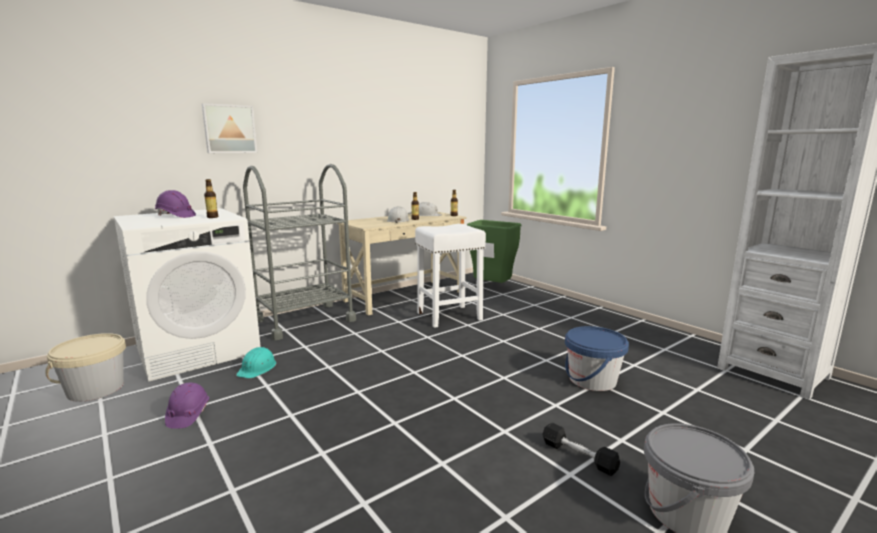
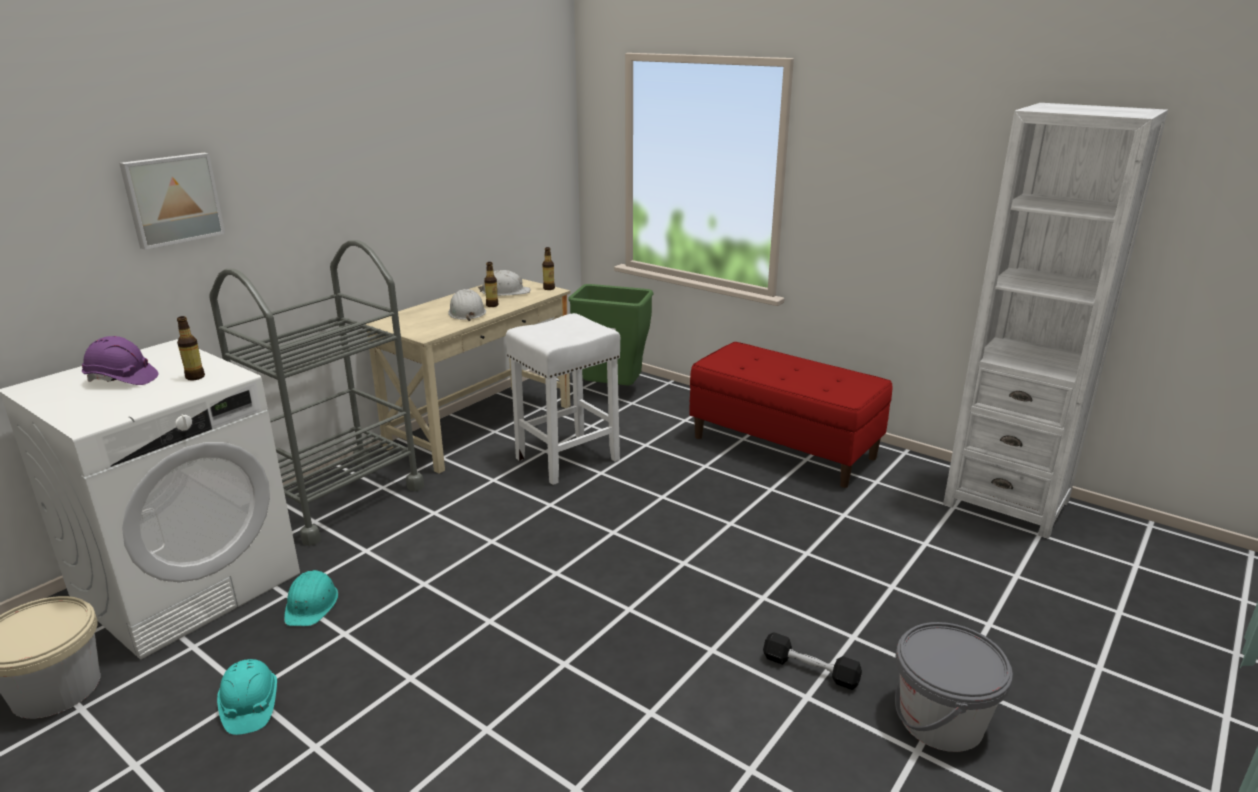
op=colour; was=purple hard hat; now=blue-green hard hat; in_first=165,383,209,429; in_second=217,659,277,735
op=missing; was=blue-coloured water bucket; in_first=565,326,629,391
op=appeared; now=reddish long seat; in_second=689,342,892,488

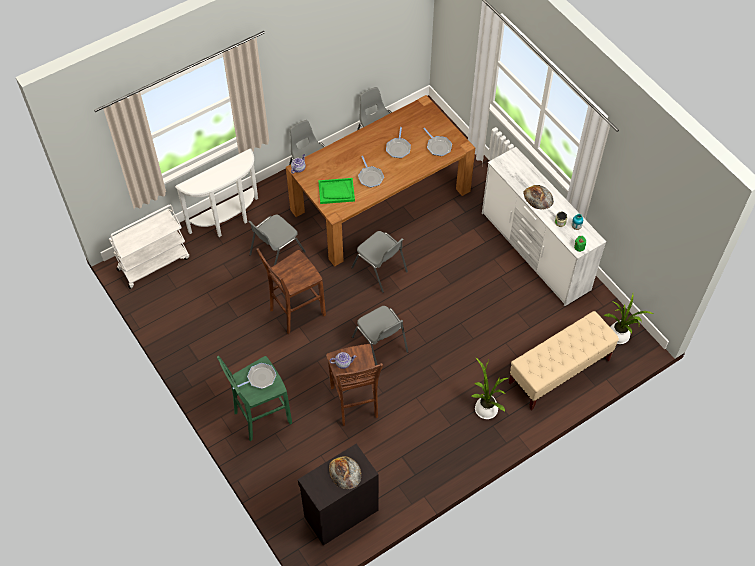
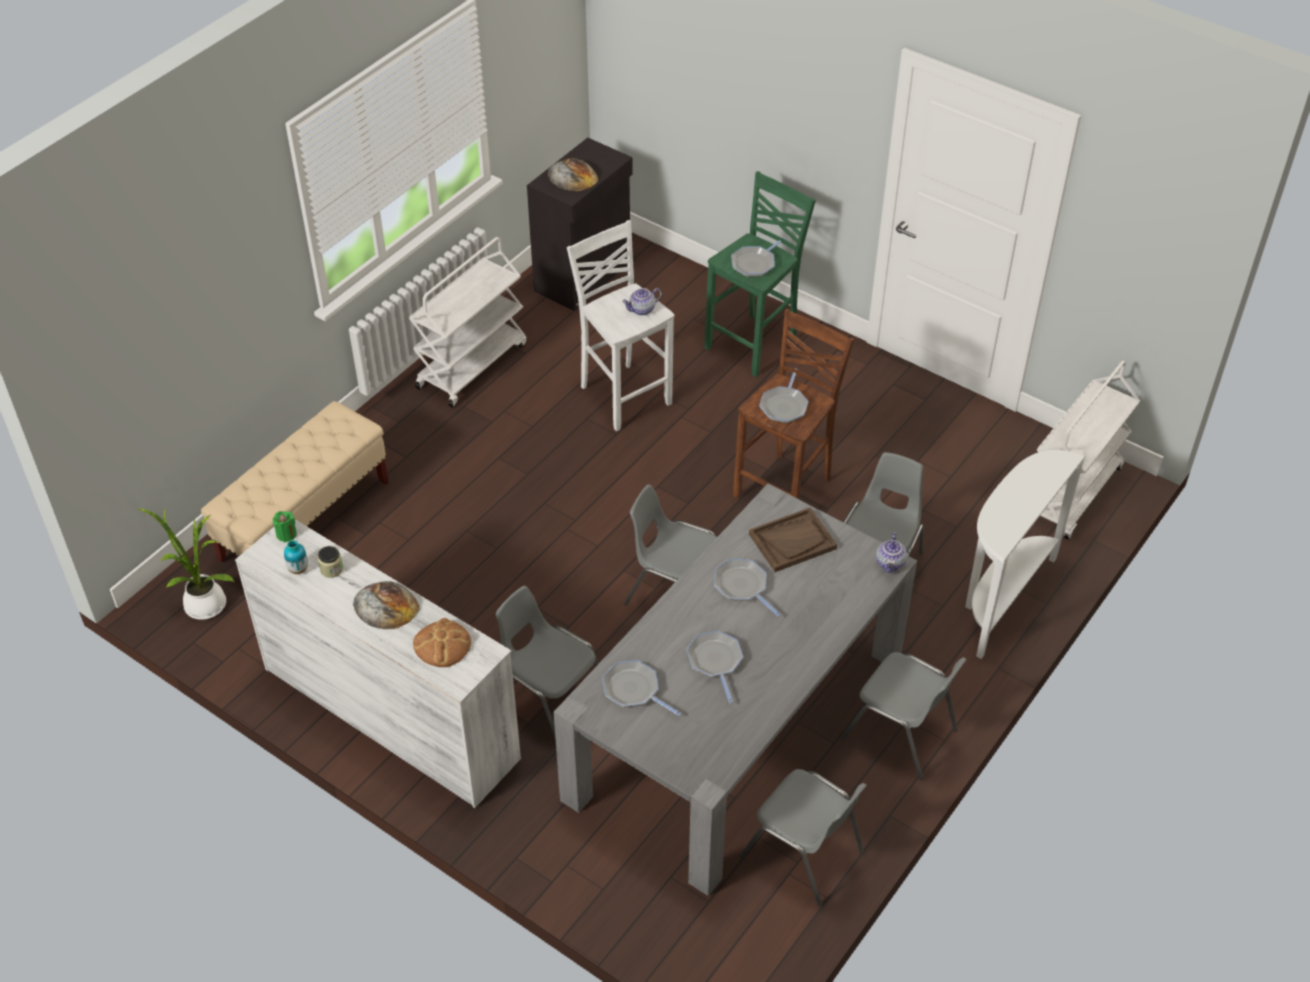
op=colour; was=brown-coloured kitchen table; now=greyish kitchen table; in_first=286,95,475,267; in_second=554,483,917,896
op=colour; was=green carrying tray; now=brown-coloured carrying tray; in_first=318,178,355,204; in_second=749,508,837,572
op=colour; was=brown-coloured sitting stool; now=white-coloured sitting stool; in_first=326,344,383,426; in_second=567,220,674,431
op=relocated; was=greyish plain chair; in_first=352,306,408,365; in_second=496,586,598,737
op=missing; was=plant in a pot; in_first=472,357,508,419
op=appeared; now=white-coloured trolley; in_second=409,237,526,408
op=appeared; now=bread; in_second=413,618,471,667
op=appeared; now=frying pan; in_second=759,368,809,423

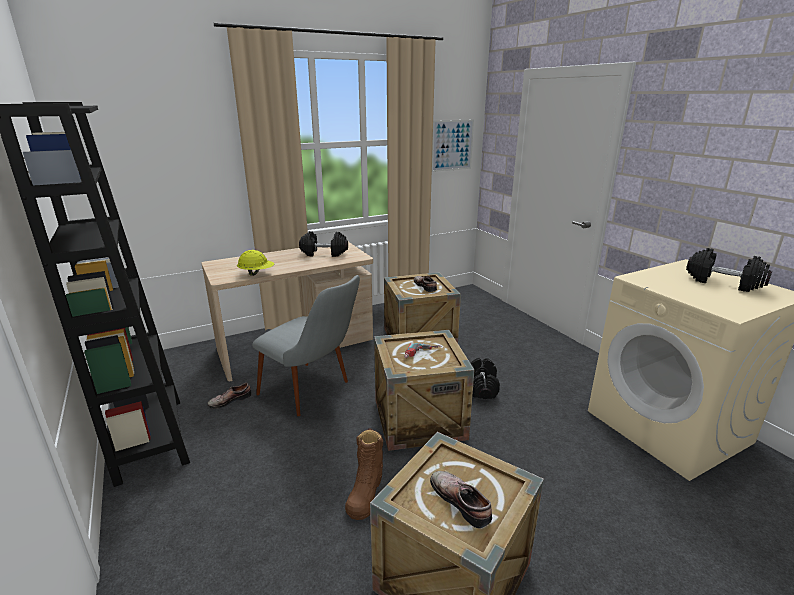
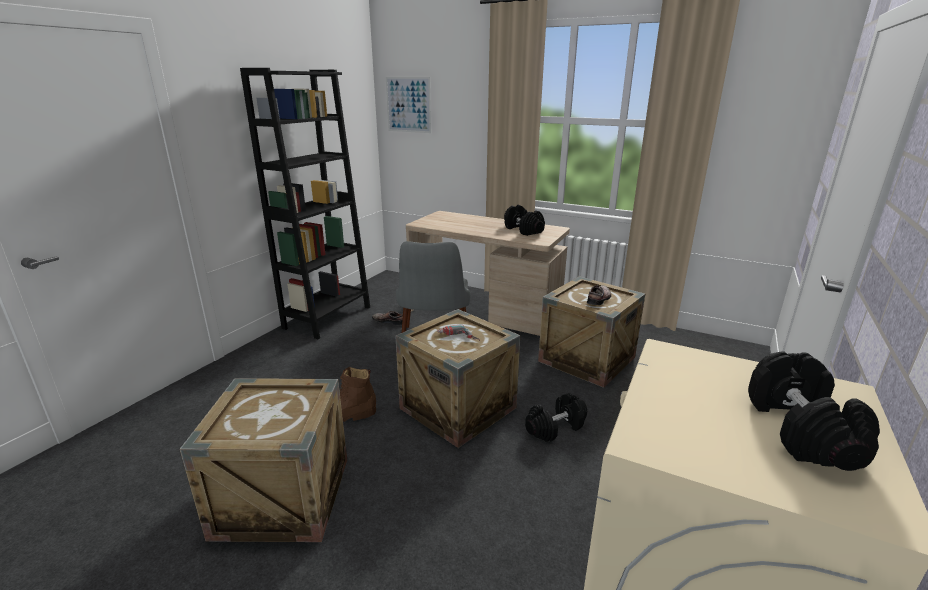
op=missing; was=yellow hard hat; in_first=237,250,274,276
op=missing; was=low shoe; in_first=430,471,492,528
op=relocated; was=picture; in_first=432,119,474,172; in_second=386,77,431,133

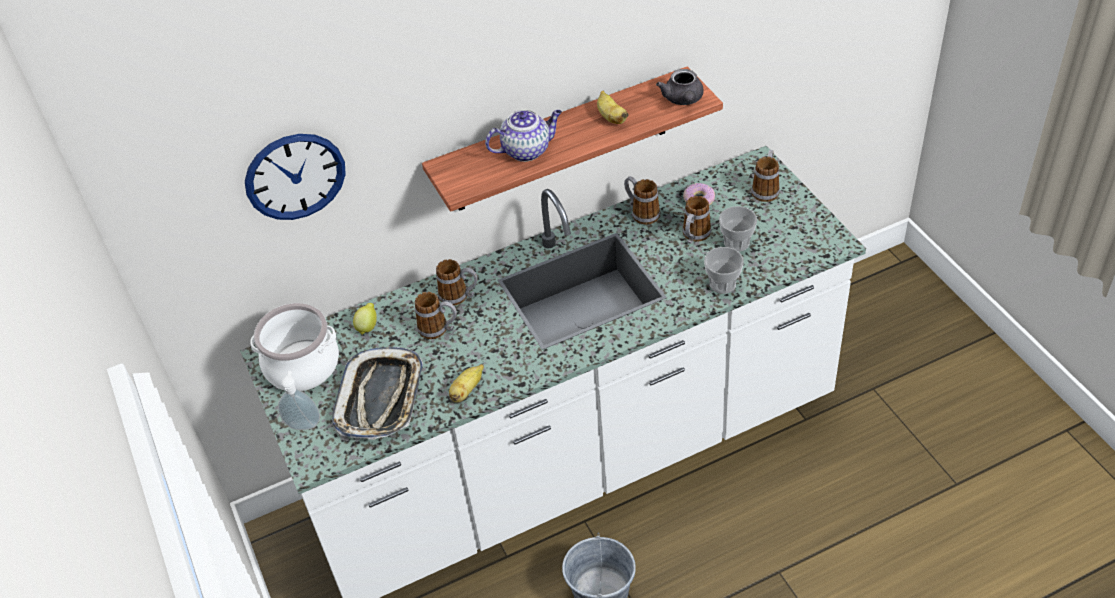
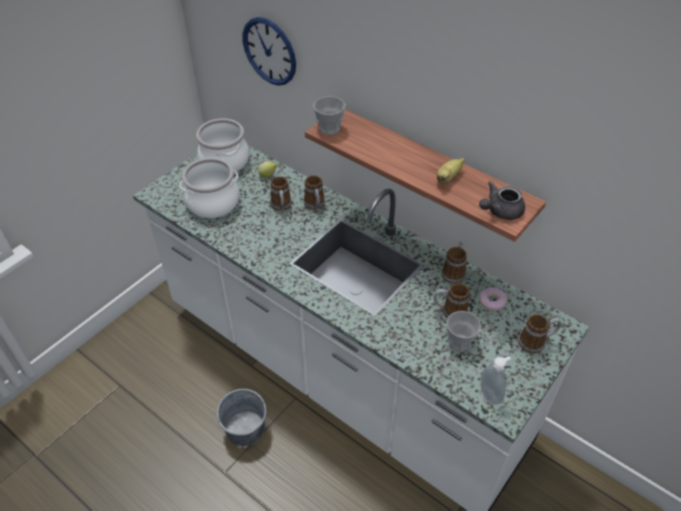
op=relocated; was=soap bottle; in_first=278,371,320,430; in_second=481,357,511,405
op=exchanged; was=carrying tray; now=stockpot; in_first=332,347,423,440; in_second=179,158,239,218
op=missing; was=banana; in_first=449,364,484,403
op=missing; was=teapot; in_first=485,110,562,162
op=relocated; was=drinking cup; in_first=704,247,744,294; in_second=313,96,345,135

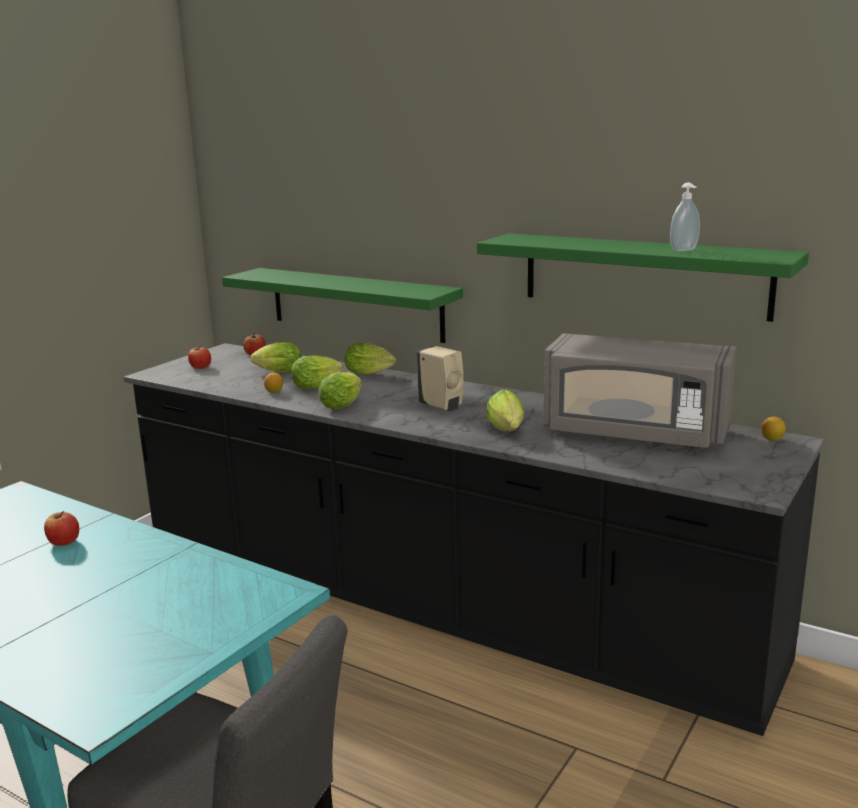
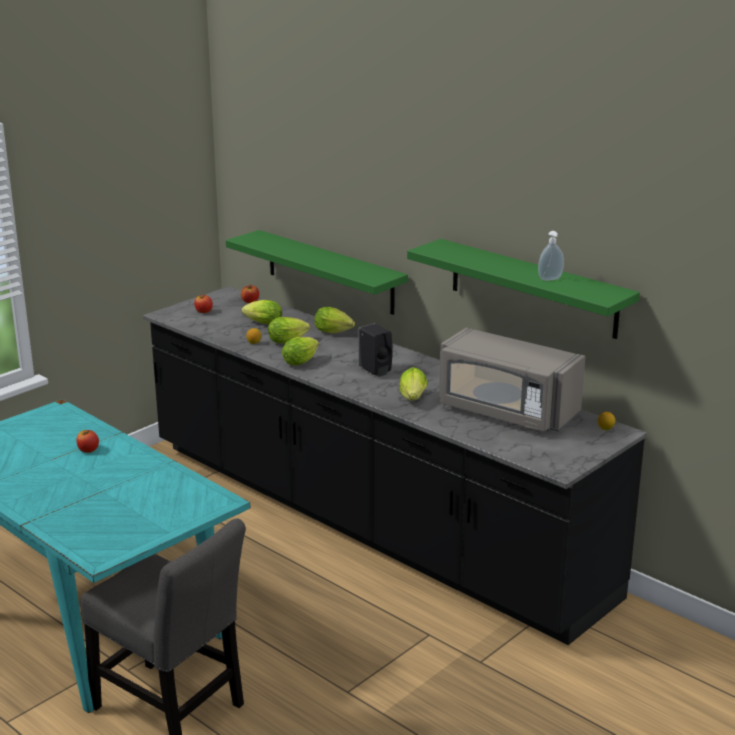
op=colour; was=sand-coloured soap bottle; now=black-coloured soap bottle; in_first=417,346,464,412; in_second=358,323,392,377

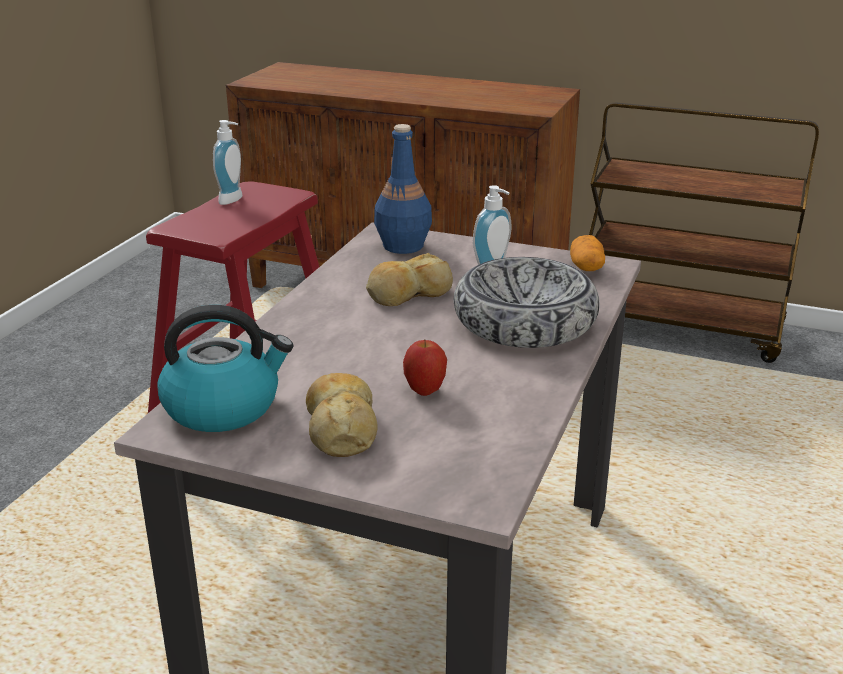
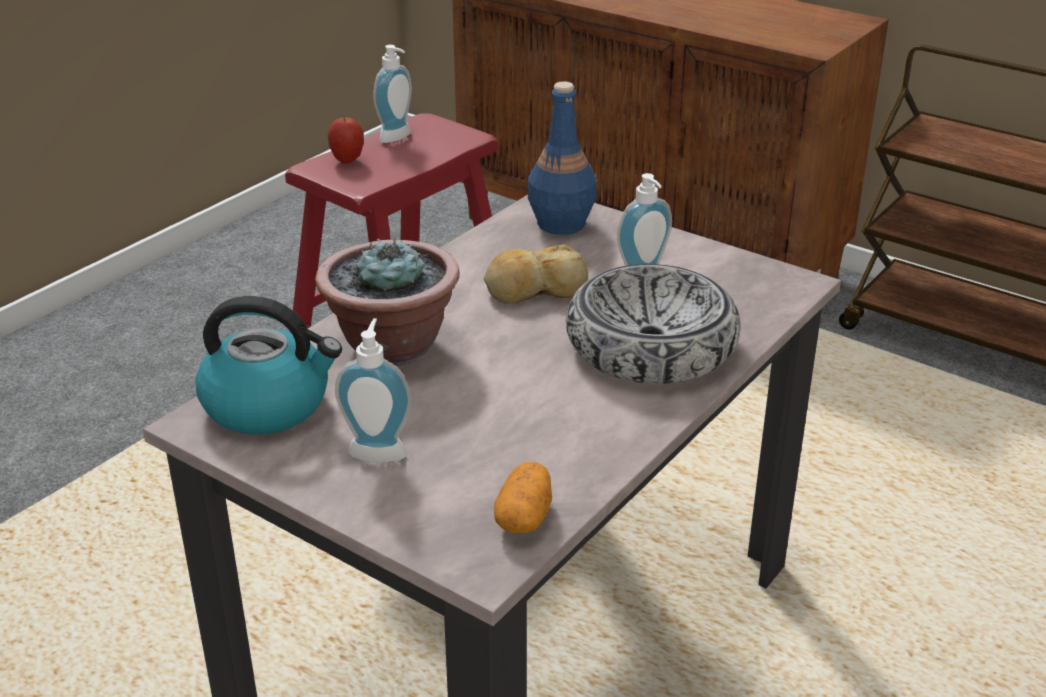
op=exchanged; was=bread; now=soap bottle; in_first=306,373,378,457; in_second=335,318,412,463
op=relocated; was=whole apple; in_first=403,340,447,396; in_second=328,117,364,164
op=relocated; was=whole potato; in_first=570,235,605,271; in_second=494,462,552,533
op=appeared; now=plant in a pot; in_second=315,237,459,366

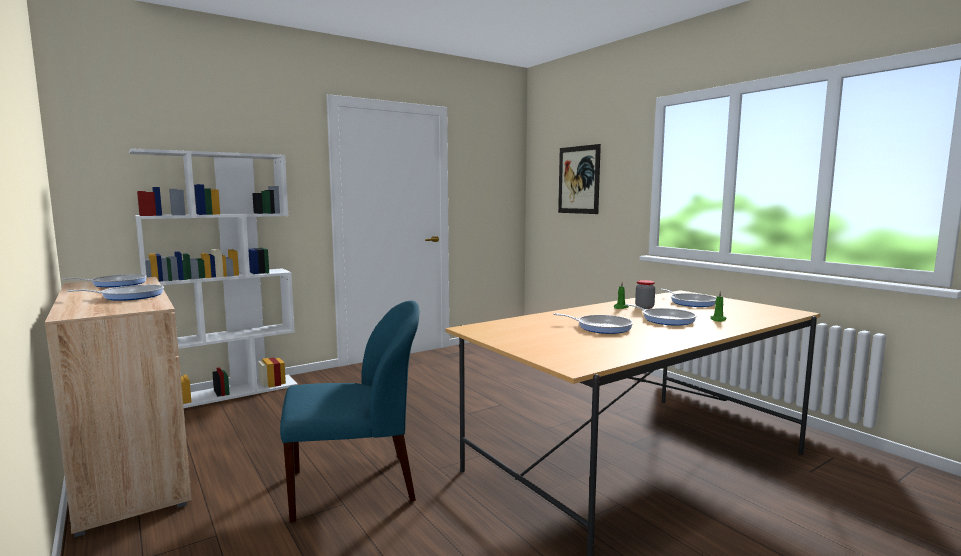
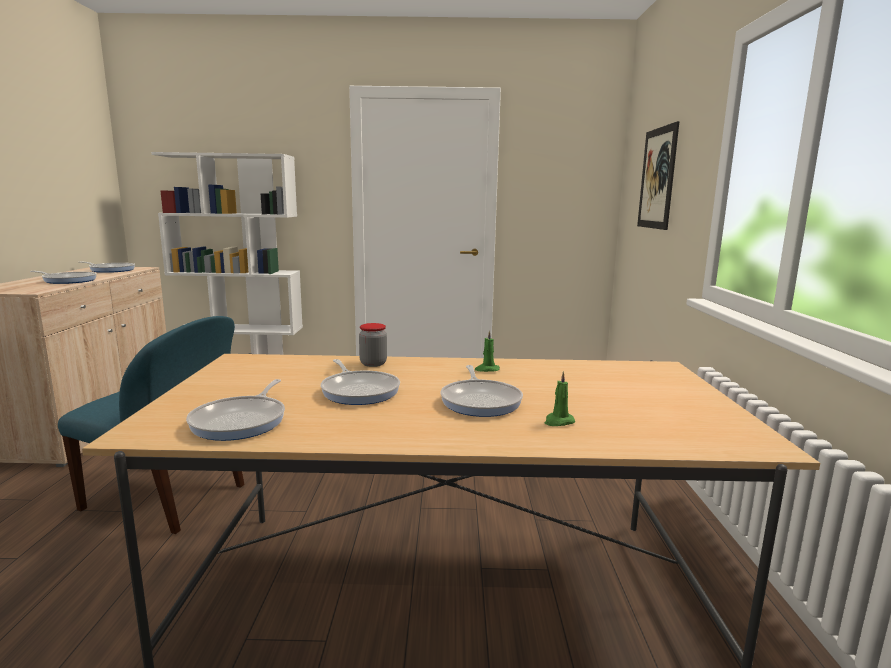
op=relocated; was=storage jar; in_first=635,280,655,309; in_second=359,323,387,367
op=relocated; was=frying pan; in_first=660,289,716,307; in_second=186,379,285,441

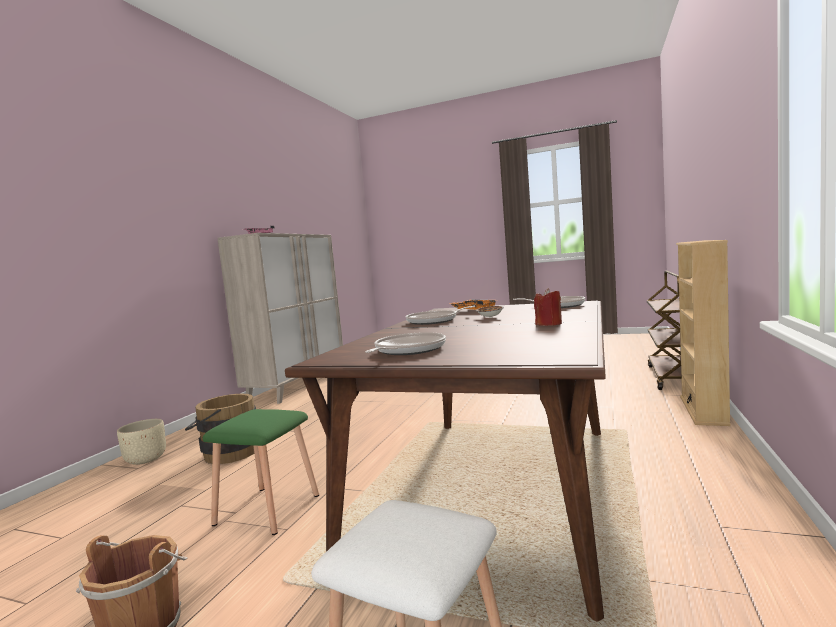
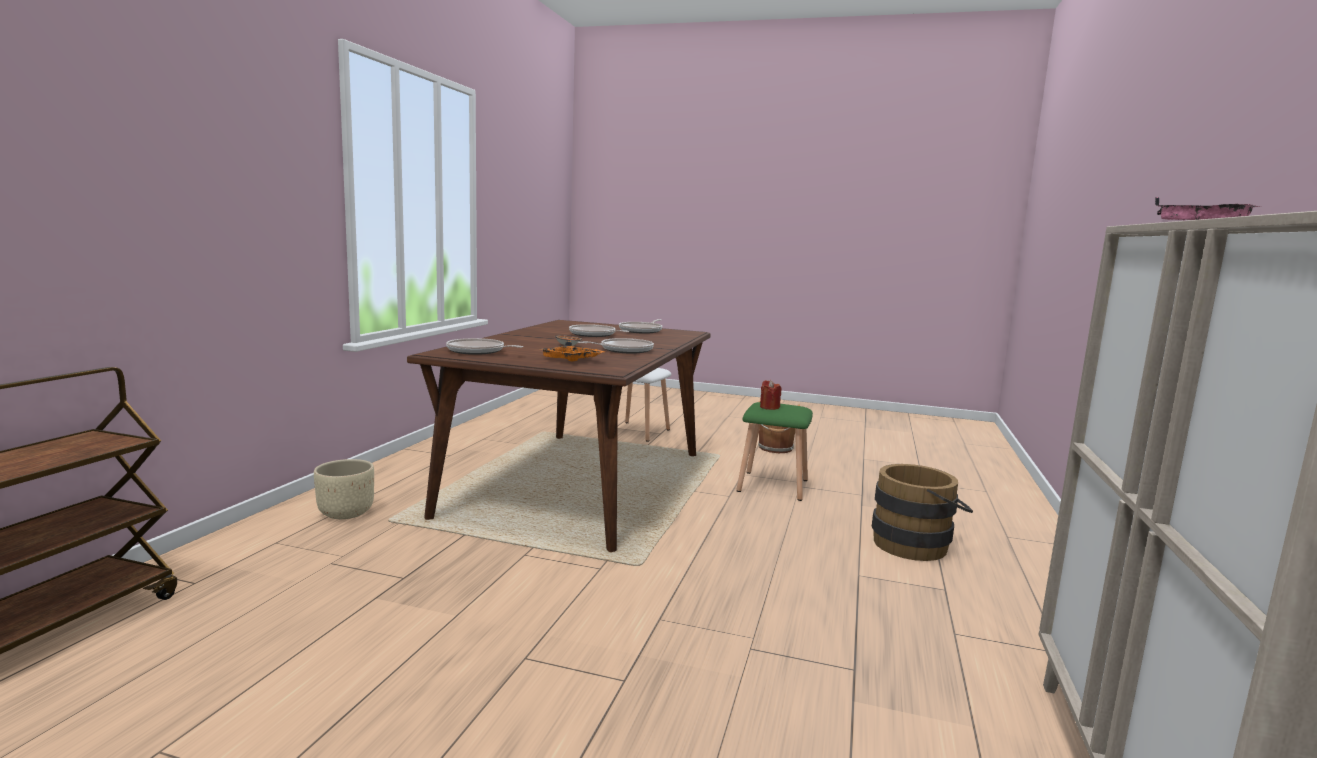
op=relocated; was=sand-coloured plant pot; in_first=117,419,166,465; in_second=314,459,374,519
op=relocated; was=reddish candle; in_first=534,288,562,326; in_second=760,380,781,410
op=missing; was=sand-coloured bookcase; in_first=676,240,731,426
op=appeared; now=frying pan; in_second=569,324,630,337

